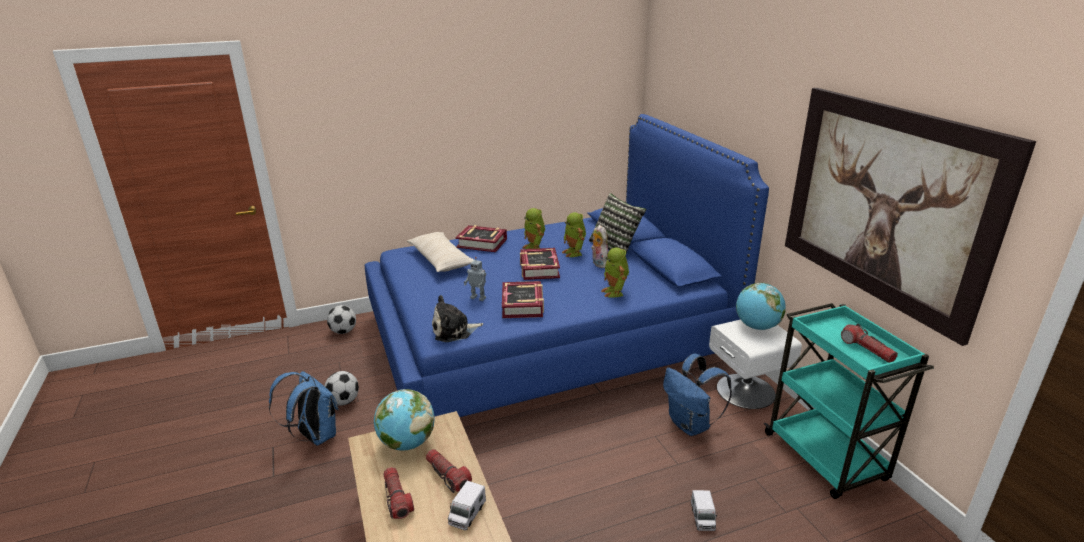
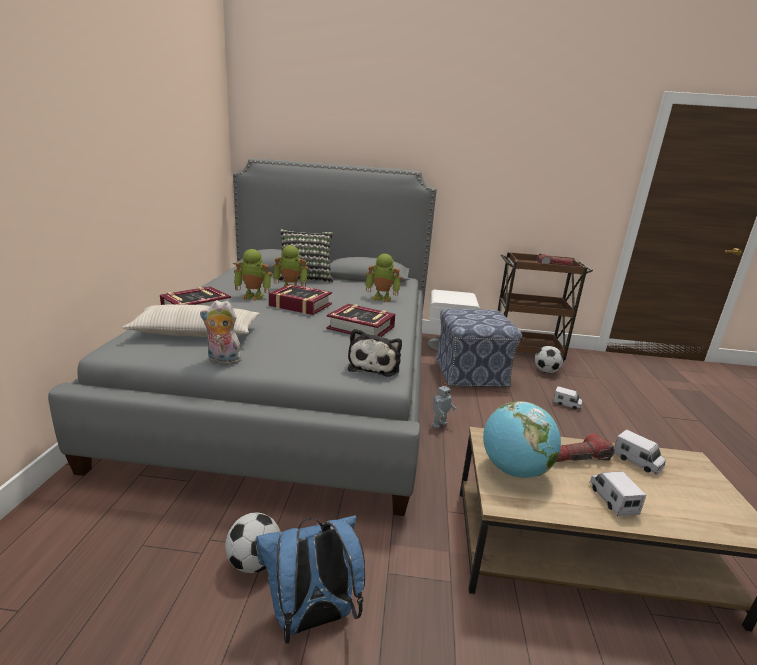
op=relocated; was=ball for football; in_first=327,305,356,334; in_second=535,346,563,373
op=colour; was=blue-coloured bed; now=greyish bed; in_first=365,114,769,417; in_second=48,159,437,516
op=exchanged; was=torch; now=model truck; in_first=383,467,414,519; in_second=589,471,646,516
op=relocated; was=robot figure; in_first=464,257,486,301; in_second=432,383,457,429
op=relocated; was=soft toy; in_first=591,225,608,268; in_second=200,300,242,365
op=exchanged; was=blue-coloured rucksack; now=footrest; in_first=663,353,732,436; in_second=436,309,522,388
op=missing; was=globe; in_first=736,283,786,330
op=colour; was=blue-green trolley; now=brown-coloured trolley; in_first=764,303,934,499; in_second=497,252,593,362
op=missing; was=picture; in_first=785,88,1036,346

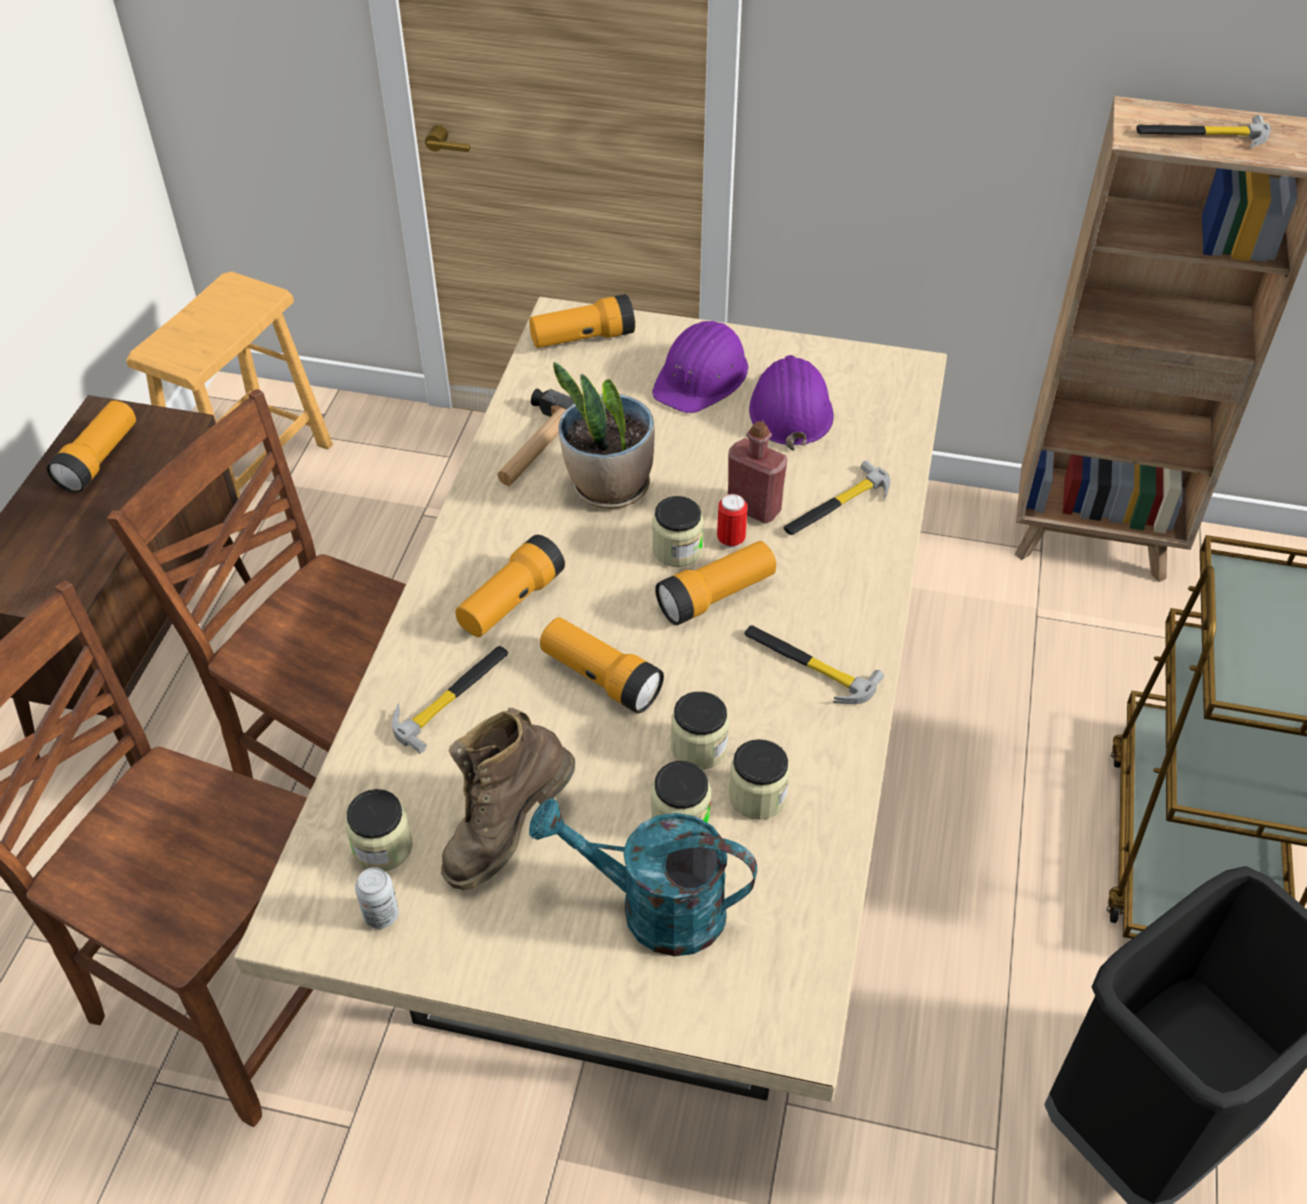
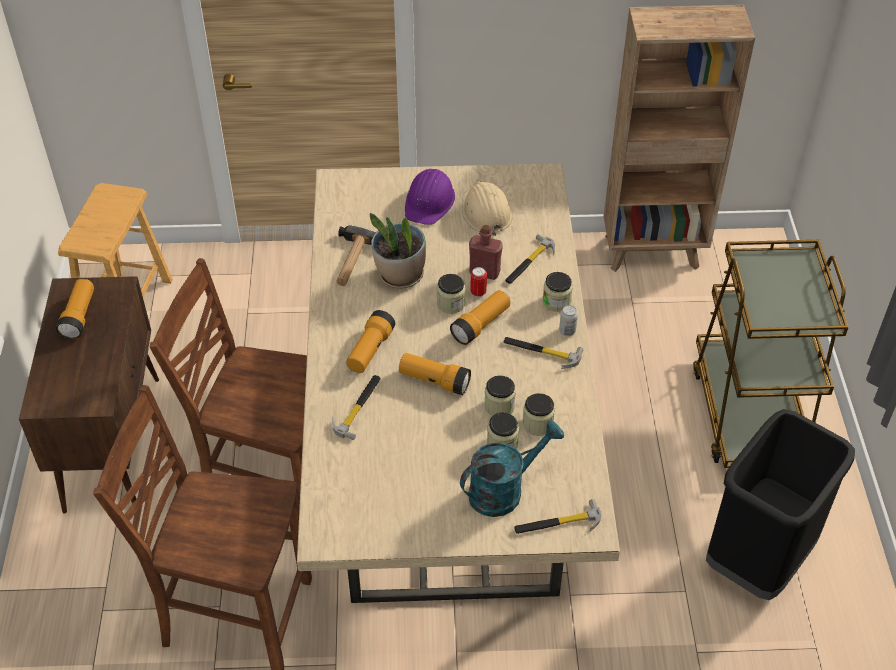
op=relocated; was=storage jar; in_first=346,789,413,871; in_second=543,272,573,312
op=relocated; was=can; in_first=355,867,399,929; in_second=559,305,578,336
op=missing; was=brown-coloured high-top boot; in_first=441,708,575,891
op=missing; was=torch; in_first=529,294,635,348
op=spun; was=blue-green watering can; in_first=529,798,757,956; in_second=460,421,564,517; clockwise=150
op=colour; was=purple hard hat; now=sand-coloured hard hat; in_first=749,355,834,451; in_second=462,181,513,236
op=relocated; was=tool hammer; in_first=1136,114,1271,149; in_second=514,499,601,534

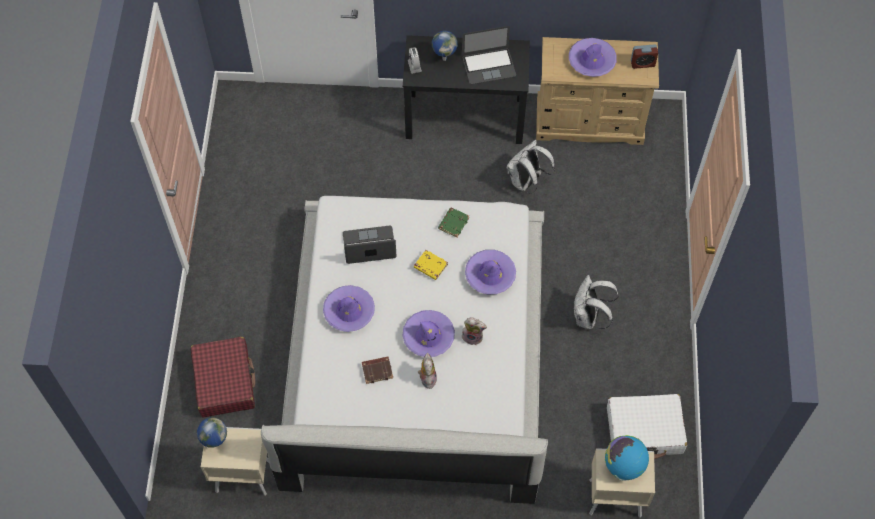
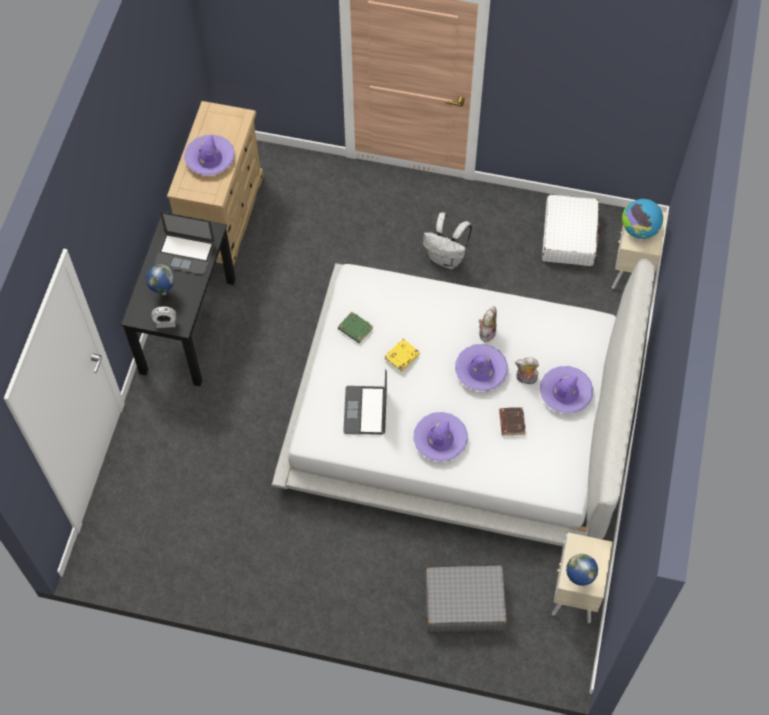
op=colour; was=reddish travel case; now=greyish travel case; in_first=191,337,255,417; in_second=425,565,507,632
op=spun; was=notebook computer; in_first=462,26,516,84; in_second=155,212,215,274; clockwise=105
op=relocated; was=purple wearable hat; in_first=465,250,516,294; in_second=540,366,593,414
op=missing; was=white-coloured rucksack; in_first=506,140,555,194
op=missing; was=bedside clock; in_first=631,44,658,69

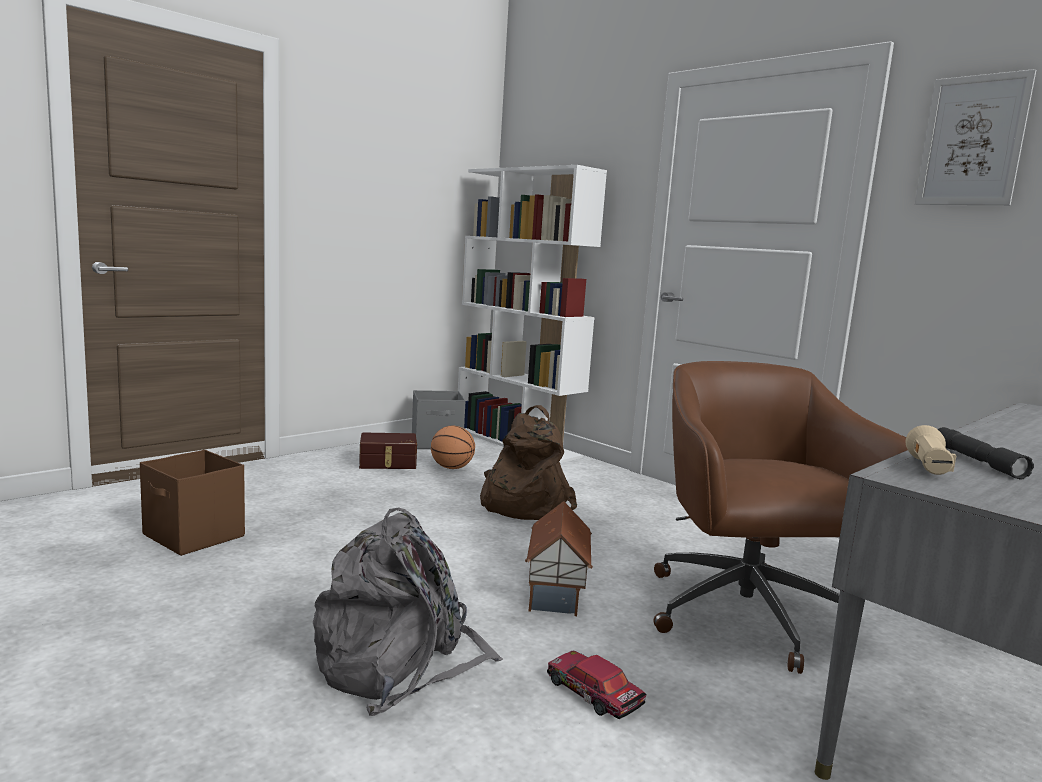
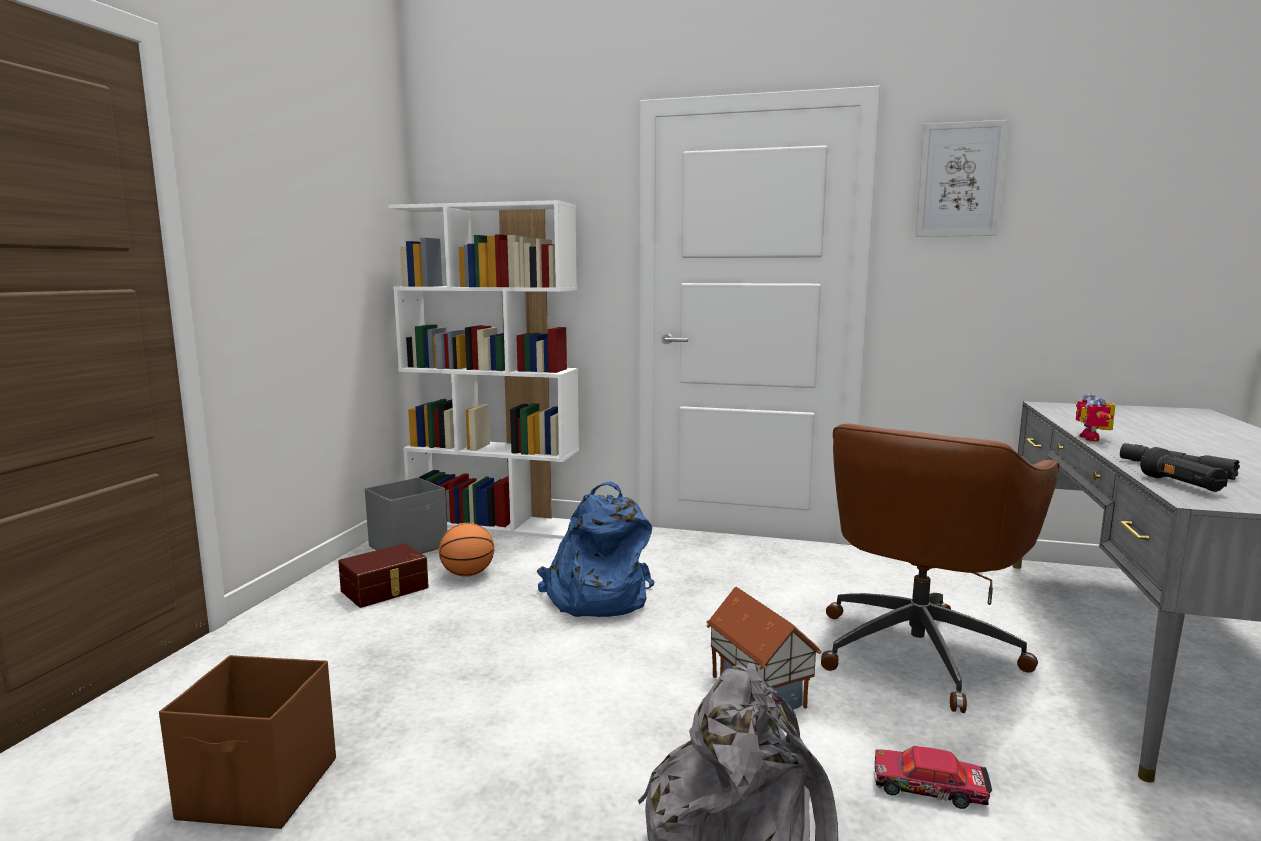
op=colour; was=brown-coloured rucksack; now=blue-coloured rucksack; in_first=480,405,577,520; in_second=537,481,654,617
op=spun; was=brown-coloured office chair; in_first=653,361,908,674; in_second=821,423,1059,713; clockwise=-105
op=colour; was=sand-coloured torch; now=black-coloured torch; in_first=906,425,957,475; in_second=1140,447,1229,492
op=appeared; now=robot figure; in_second=1076,394,1116,441

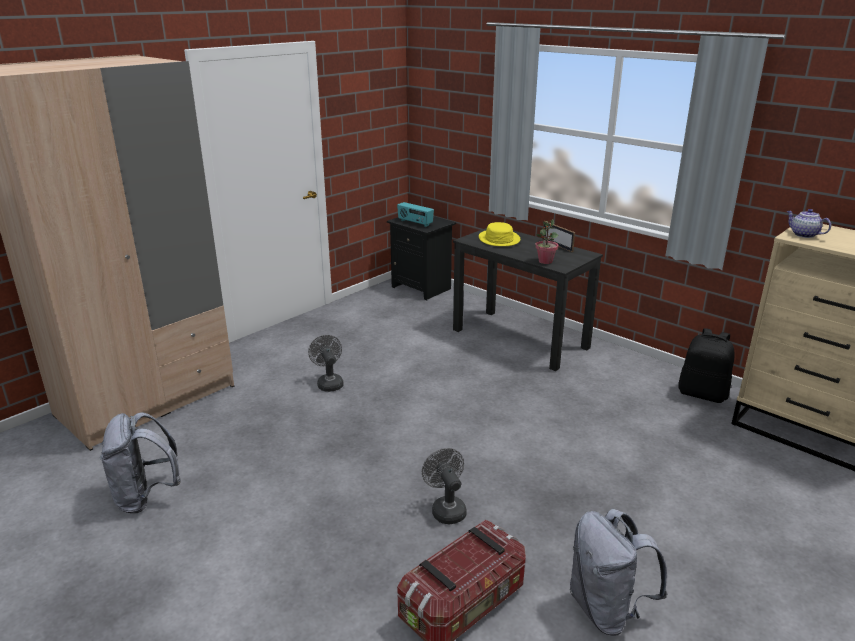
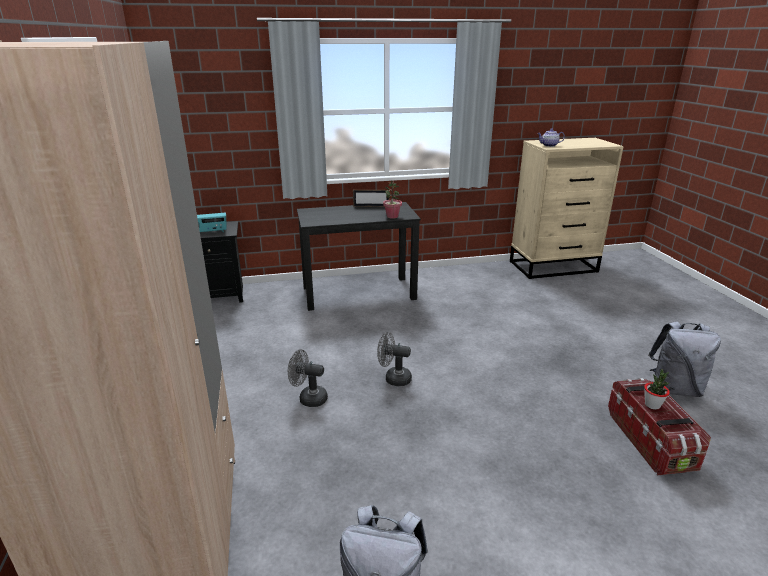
op=relocated; was=greyish cooling fan; in_first=422,448,467,524; in_second=377,332,412,386
op=missing; was=yellow wearable hat; in_first=479,222,520,246
op=missing; was=black-coloured rucksack; in_first=678,328,734,403
op=appeared; now=plant in a pot; in_second=644,369,670,410

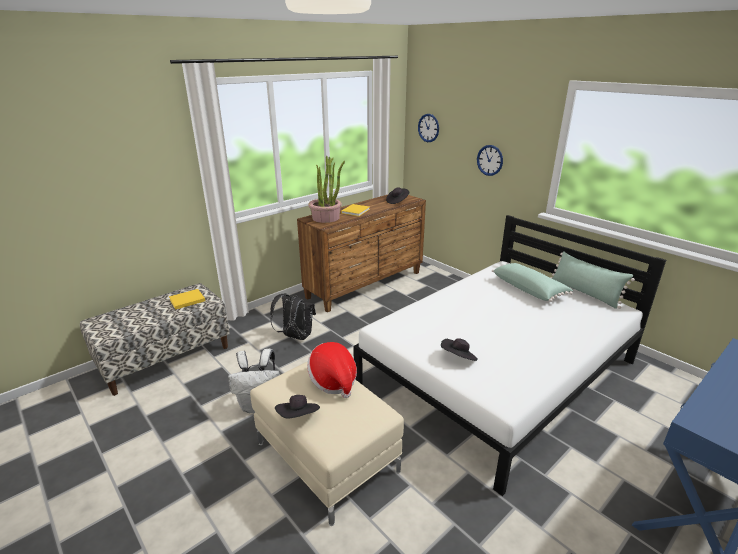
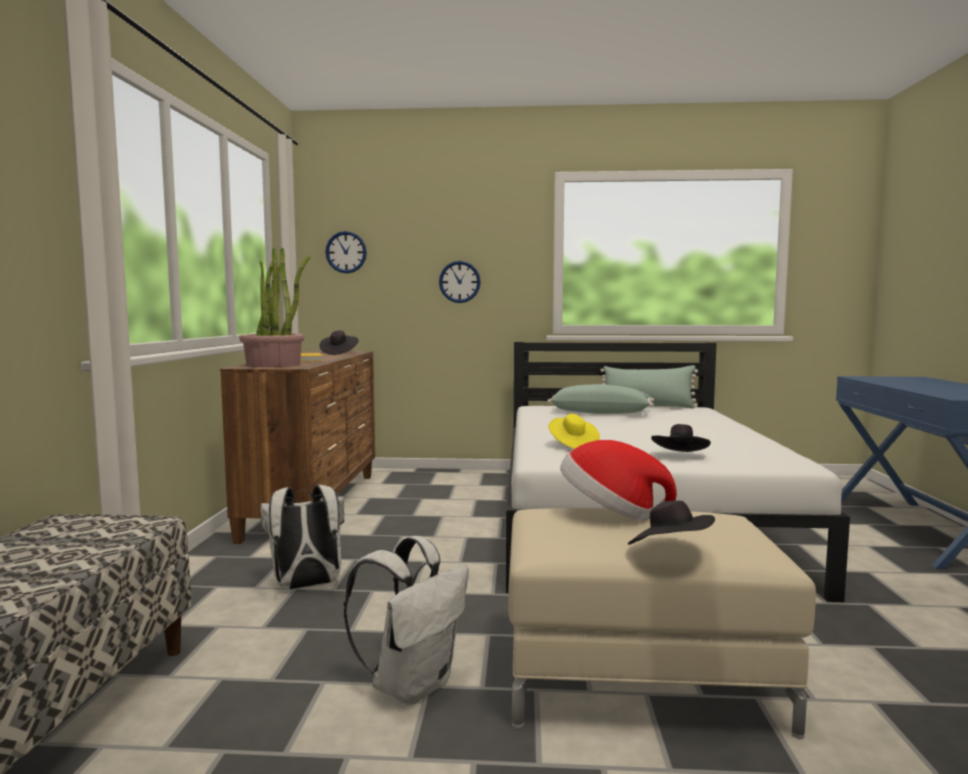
op=missing; was=yellow bound book; in_first=169,289,205,309
op=colour; was=black-coloured rucksack; now=white-coloured rucksack; in_first=270,294,316,340; in_second=260,485,344,590
op=appeared; now=yellow wearable hat; in_second=548,414,600,449

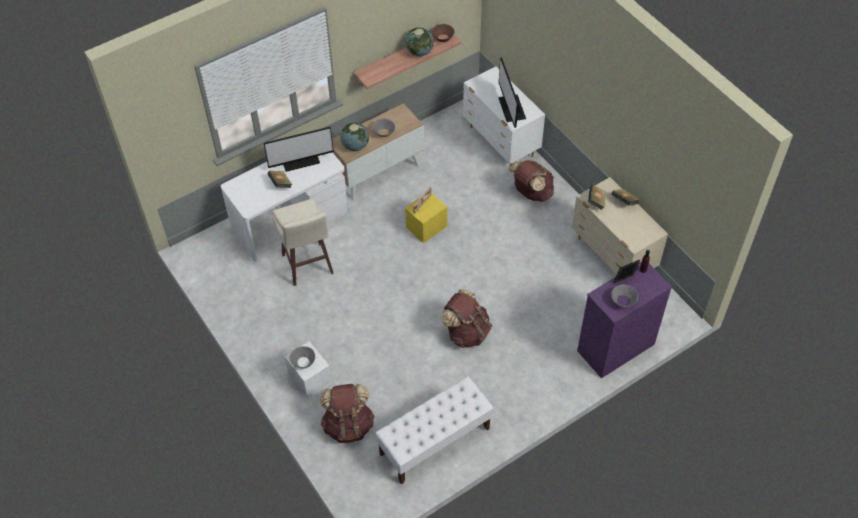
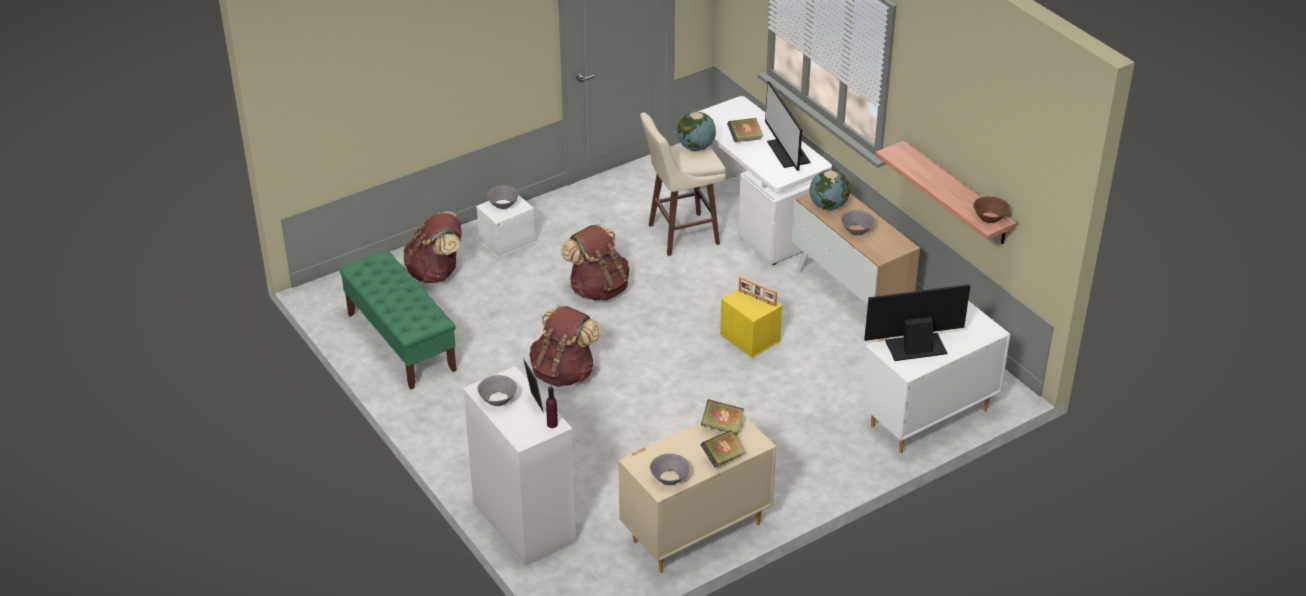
op=colour; was=white-coloured long seat; now=green long seat; in_first=375,377,494,484; in_second=339,251,456,389
op=relocated; was=globe; in_first=405,27,434,56; in_second=677,112,716,151
op=relocated; was=brown-coloured rucksack; in_first=508,160,554,202; in_second=561,224,629,300
op=colour; was=purple dresser; now=white-coloured dresser; in_first=577,261,672,378; in_second=463,366,576,566
op=appeared; now=greyish serving bowl; in_second=650,454,690,485

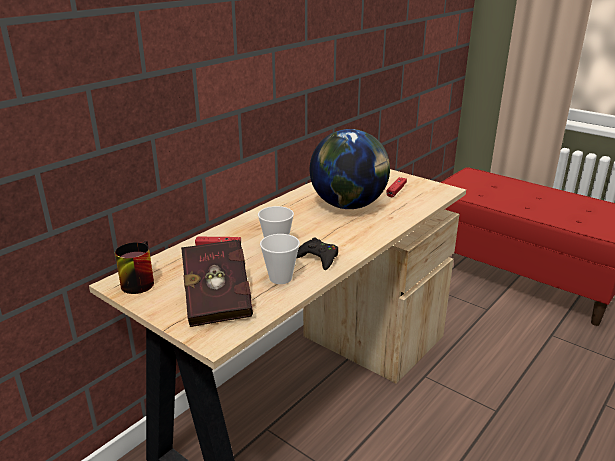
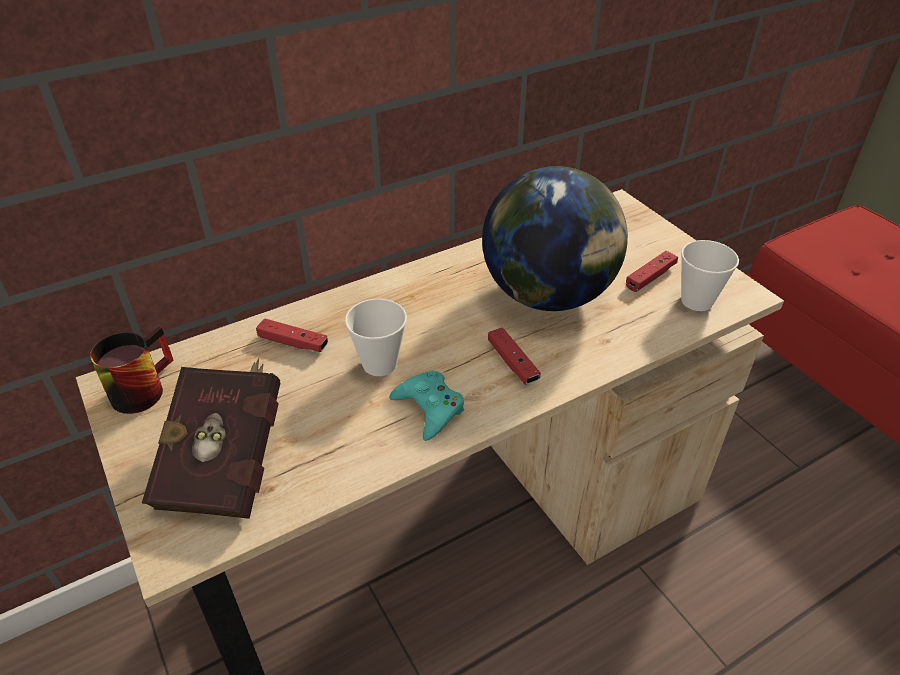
op=relocated; was=drinking cup; in_first=260,234,300,284; in_second=681,240,739,311
op=colour; was=black-coloured joypad; now=blue-green joypad; in_first=297,238,338,270; in_second=389,371,464,441
op=appeared; now=reddish joypad; in_second=488,328,540,384

